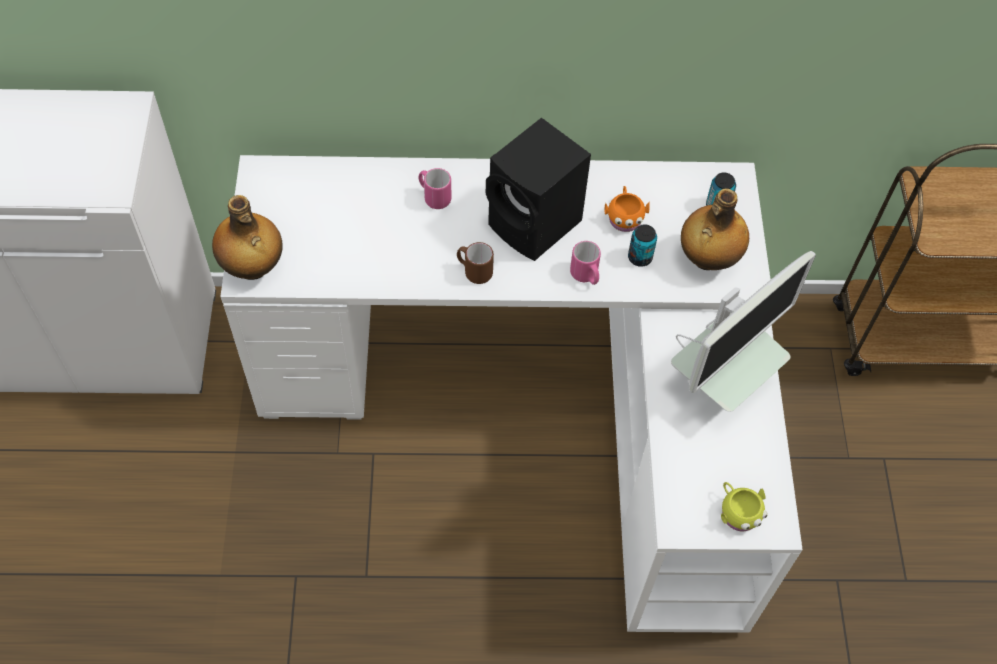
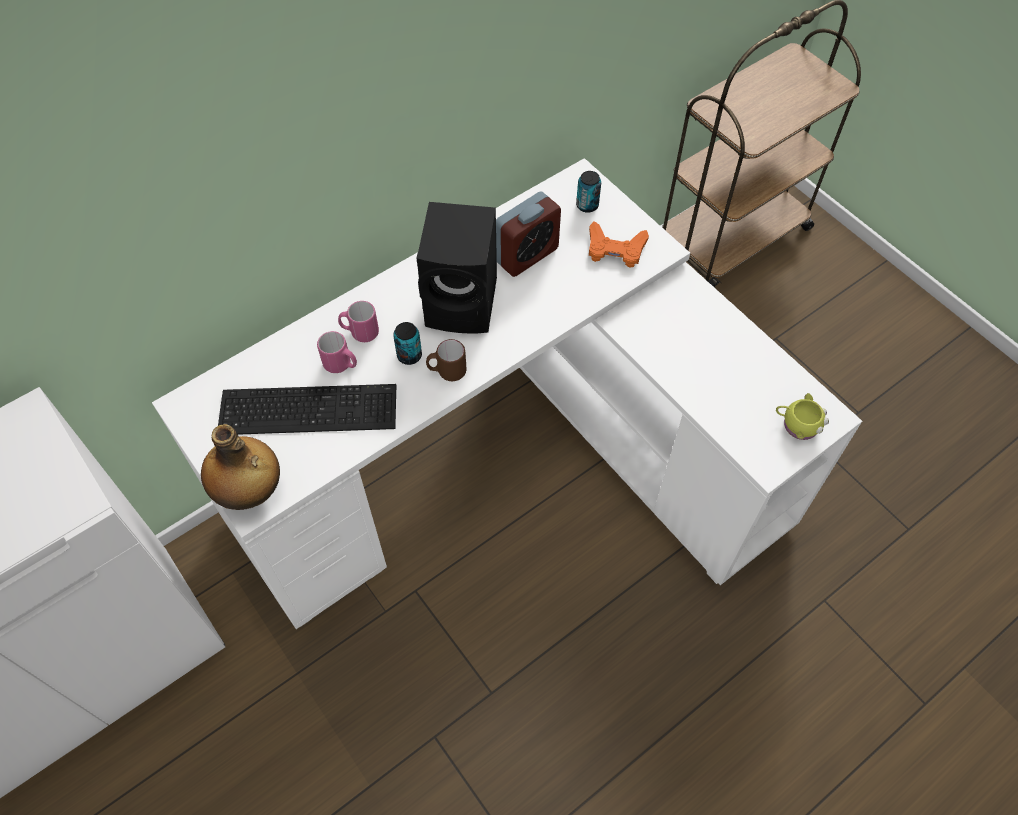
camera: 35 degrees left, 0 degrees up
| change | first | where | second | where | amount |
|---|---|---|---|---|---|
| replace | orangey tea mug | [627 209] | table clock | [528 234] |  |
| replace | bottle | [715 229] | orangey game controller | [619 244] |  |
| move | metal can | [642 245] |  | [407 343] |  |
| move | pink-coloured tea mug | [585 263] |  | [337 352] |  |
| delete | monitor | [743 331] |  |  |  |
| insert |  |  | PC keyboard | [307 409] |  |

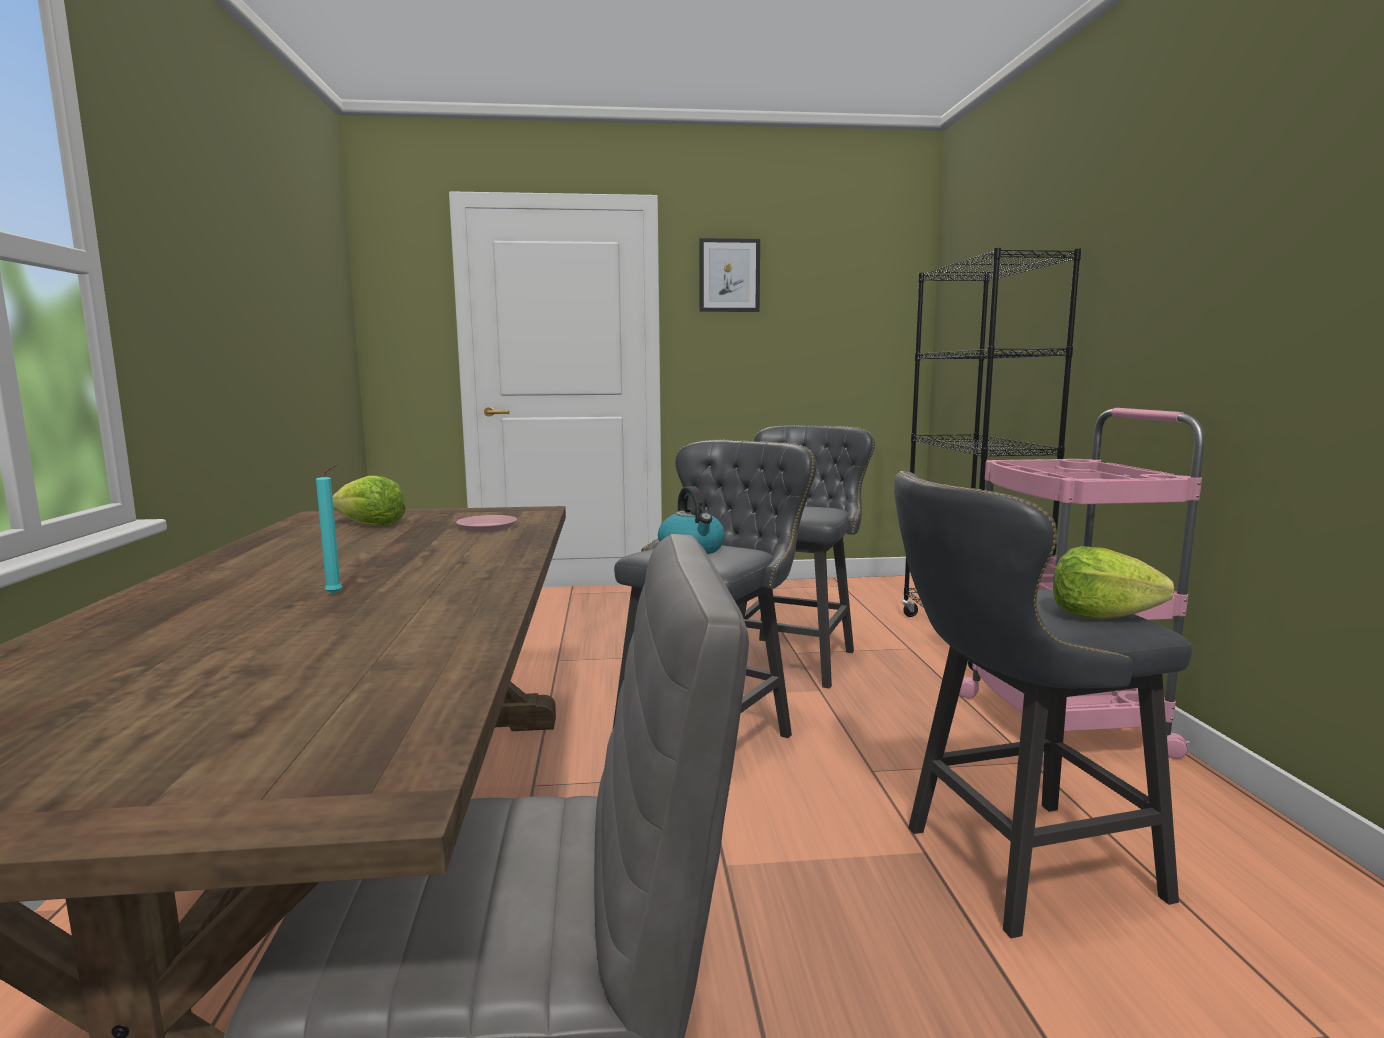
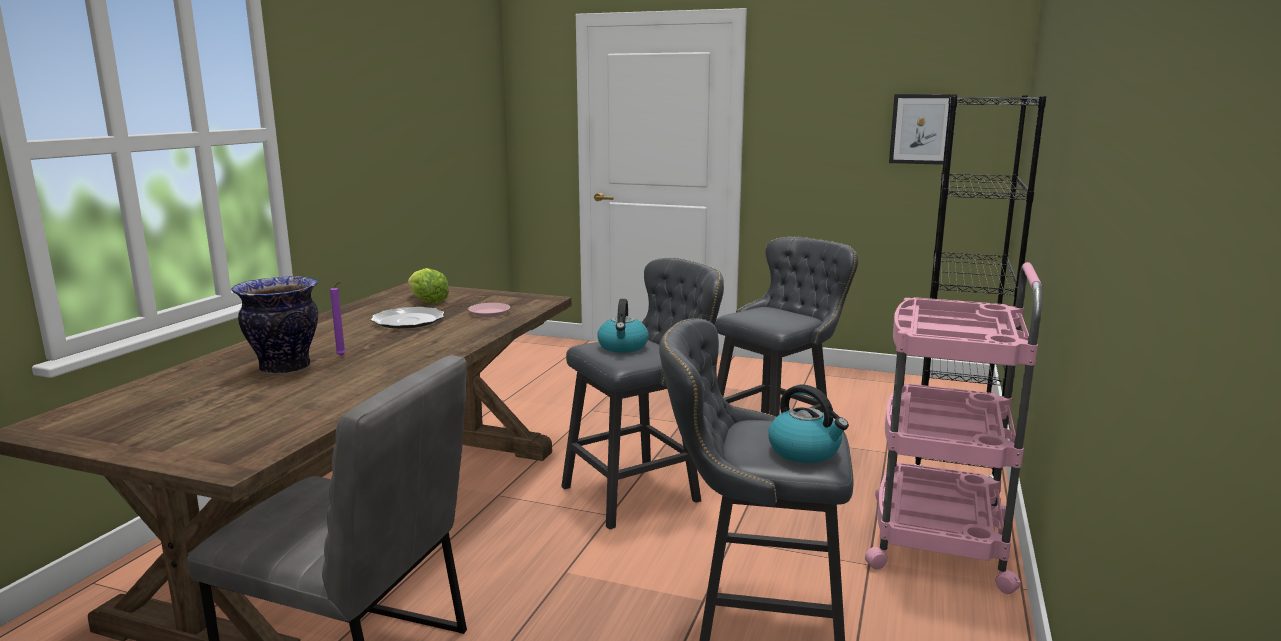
camera: 25 degrees right, 5 degrees up
| change | first | where | second | where | amount |
|---|---|---|---|---|---|
| move | picture | [729 275] |  | [923 129] |  |
| recolor | blue-green wax candle | [329 529] | purple wax candle | [338 318] |  |
| replace | head of lettuce | [1113 582] | water kettle | [808 424] |  |
| insert |  |  | decorative vase | [274 325] |  |
| insert |  |  | plate | [407 318] |  |

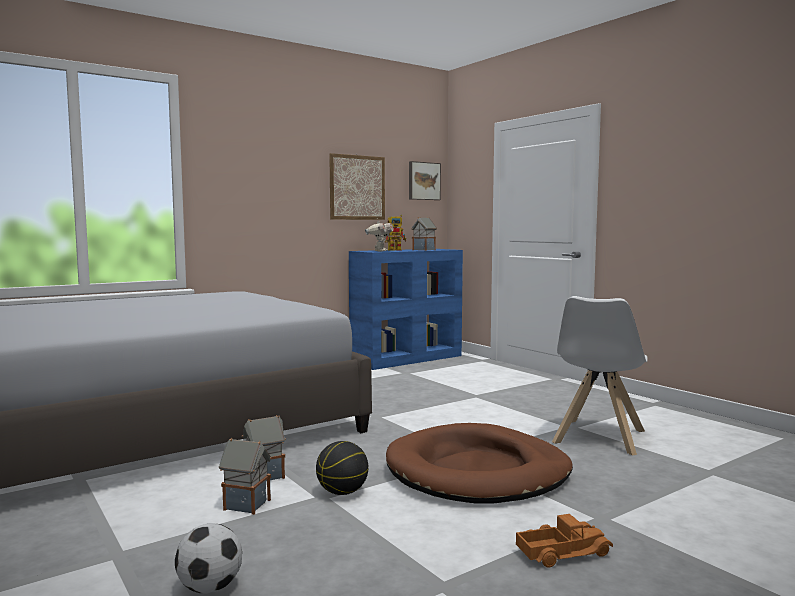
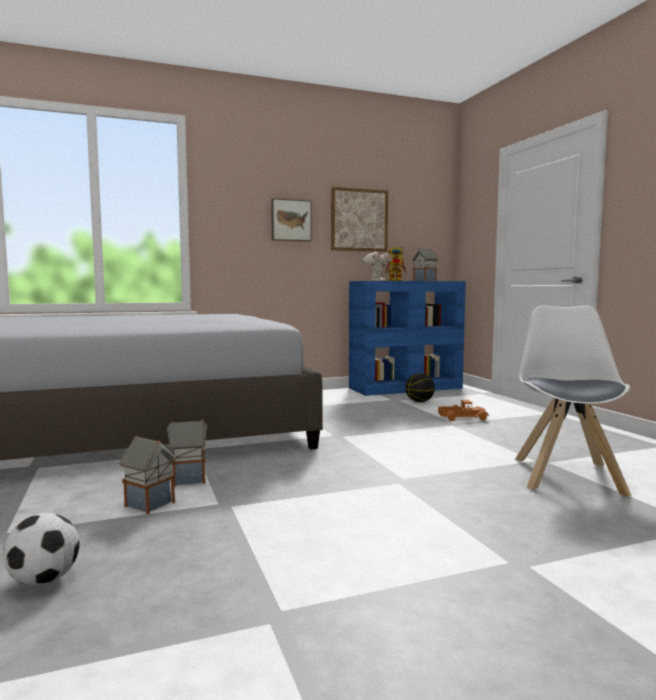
camera: 15 degrees right, 0 degrees up
| change | first | where | second | where | amount |
|---|---|---|---|---|---|
| move | picture | [425 180] |  | [291 219] |  |
| rotate | chair | [600 376] |  | [573 401] | 150 degrees clockwise |
| delete | brown dog bed | [479 463] |  |  |  |
| move | basketball | [342 468] |  | [420 387] |  |
| move | toy lorry | [564 541] |  | [463 410] |  |

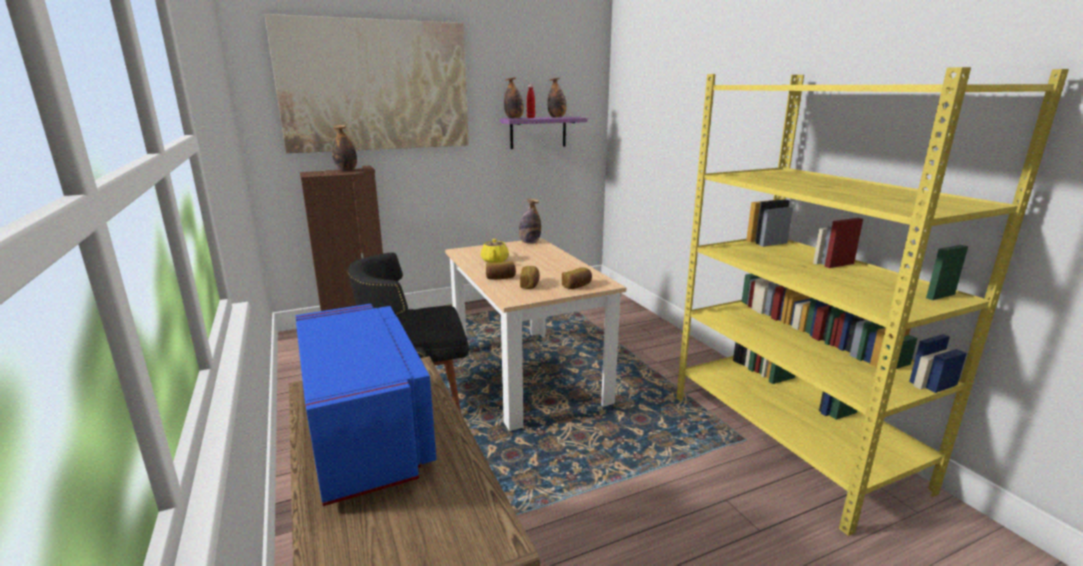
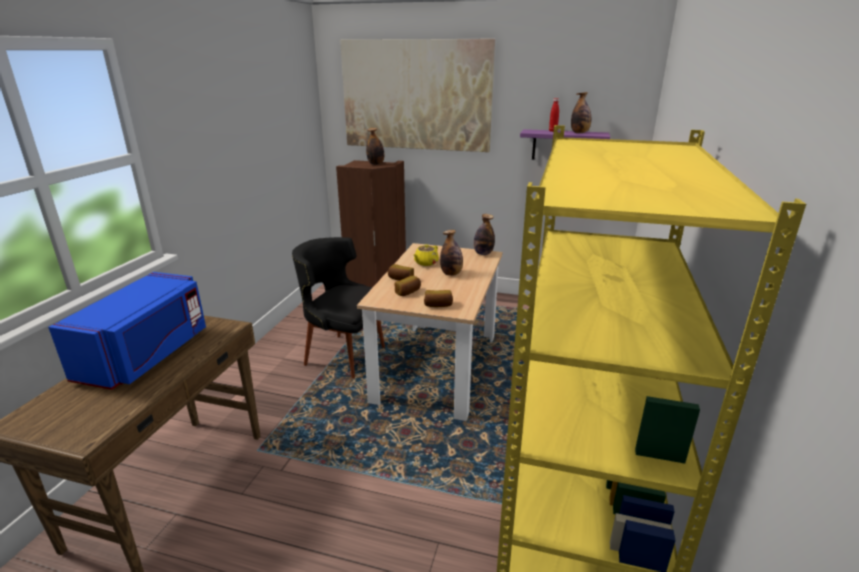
camera: 40 degrees right, 5 degrees up
| change | first | where | second | where | amount |
|---|---|---|---|---|---|
| move | bottle | [514 98] |  | [451 253] |  |

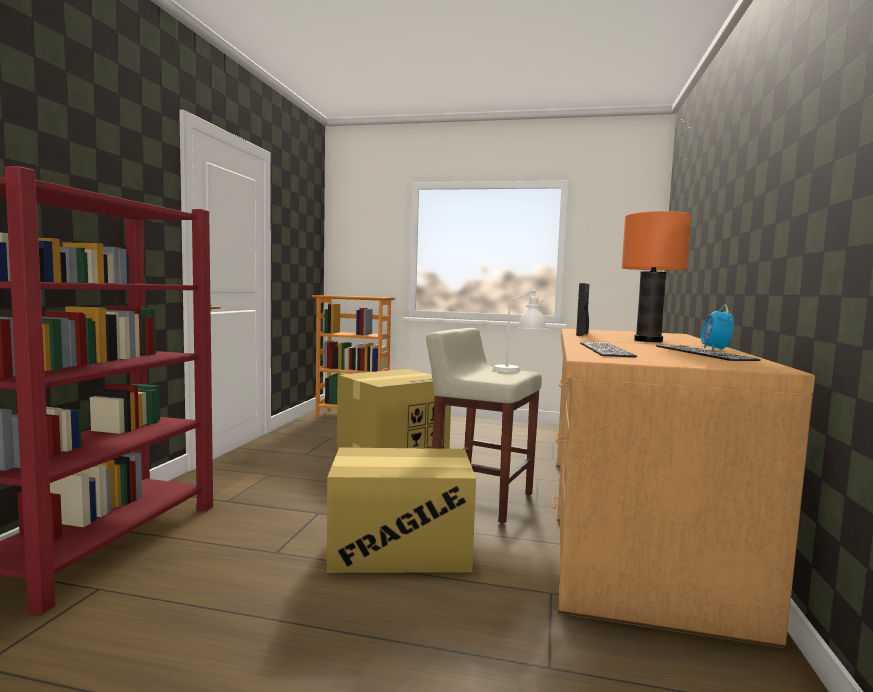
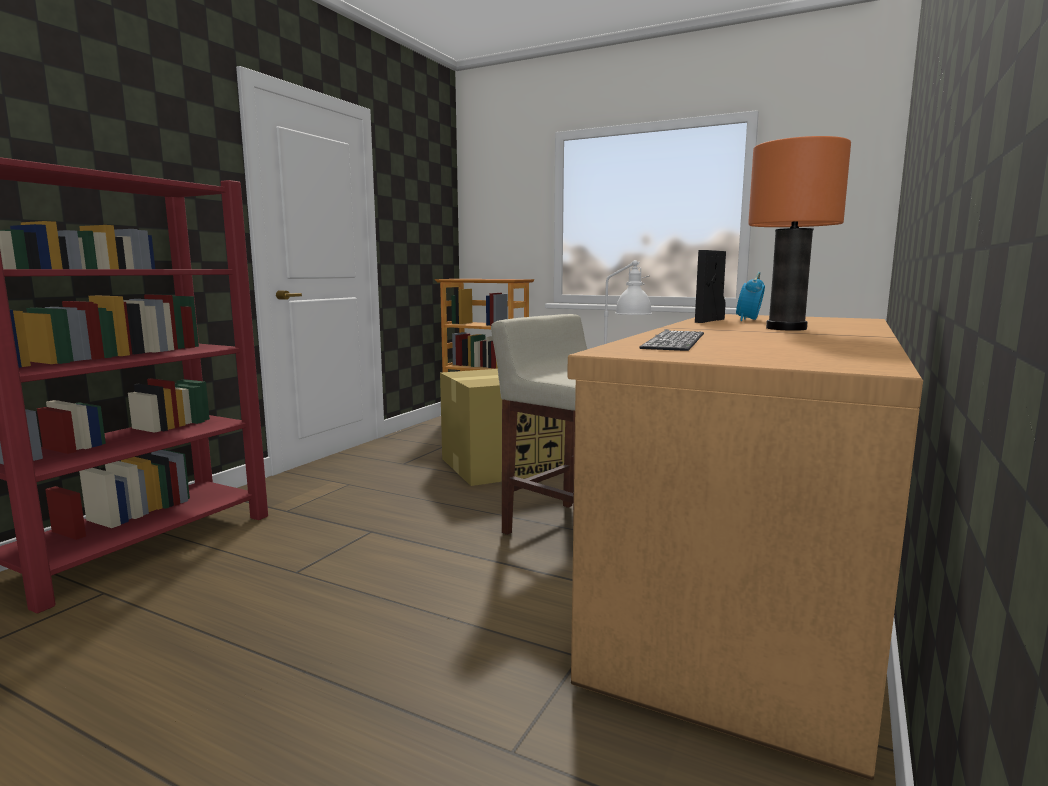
camera: 15 degrees right, 5 degrees up
| change | first | where | second | where | amount |
|---|---|---|---|---|---|
| move | table clock | [717 328] |  | [750 296] |  |
| delete | PC keyboard | [708 352] |  |  |  |
| delete | carton | [401 510] |  |  |  |

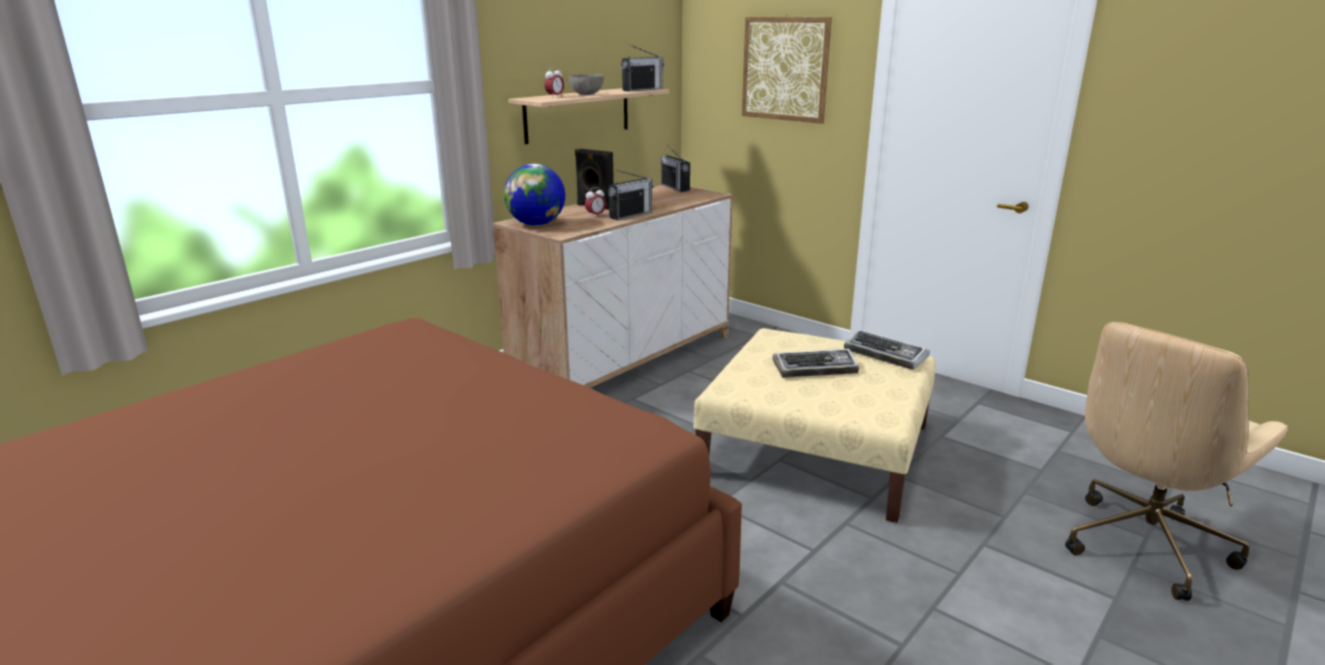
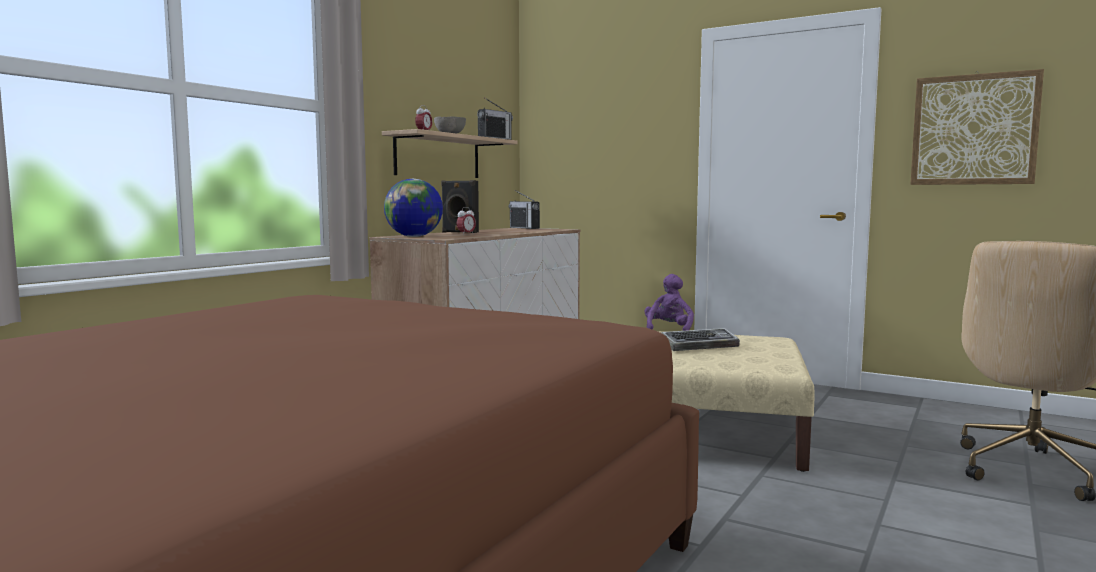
camera: 10 degrees left, 15 degrees down
| change | first | where | second | where | amount |
|---|---|---|---|---|---|
| move | picture | [787 69] |  | [977 127] |  |
| delete | radio | [631 195] |  |  |  |
| delete | PC keyboard | [887 349] |  |  |  |
| insert |  |  | purple soft toy | [669 302] |  |

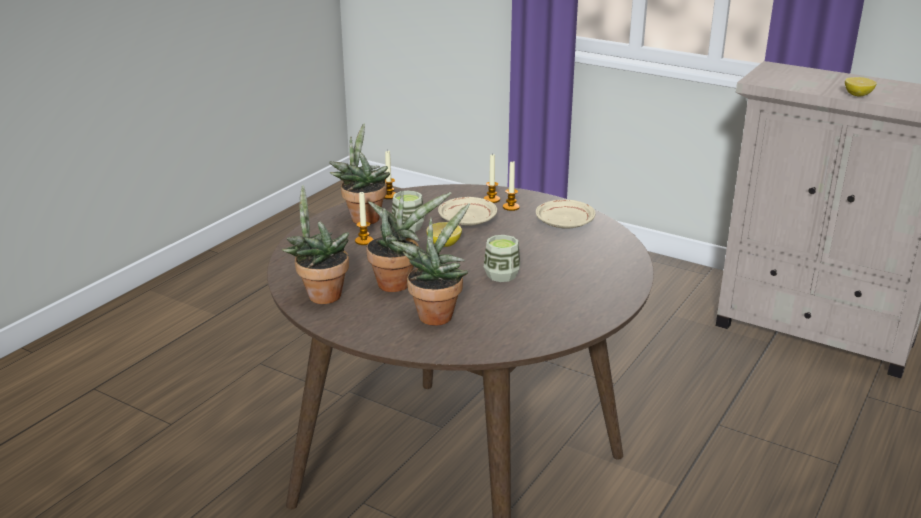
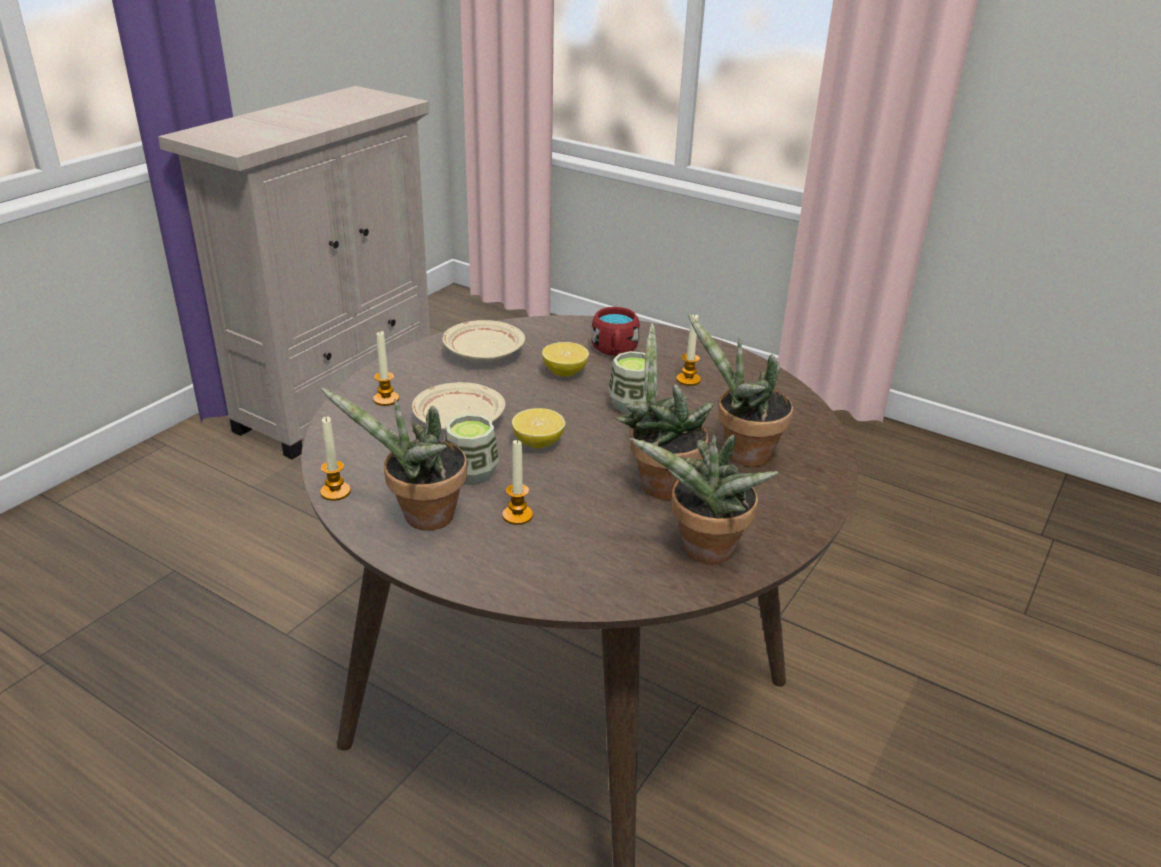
camera: 90 degrees left, 5 degrees up
| change | first | where | second | where | amount |
|---|---|---|---|---|---|
| move | whole lemon | [861 87] |  | [565 359] |  |
| move | wax candle | [511 185] |  | [688 350] |  |
| insert |  |  | red-coloured tea mug | [615 331] |  |

